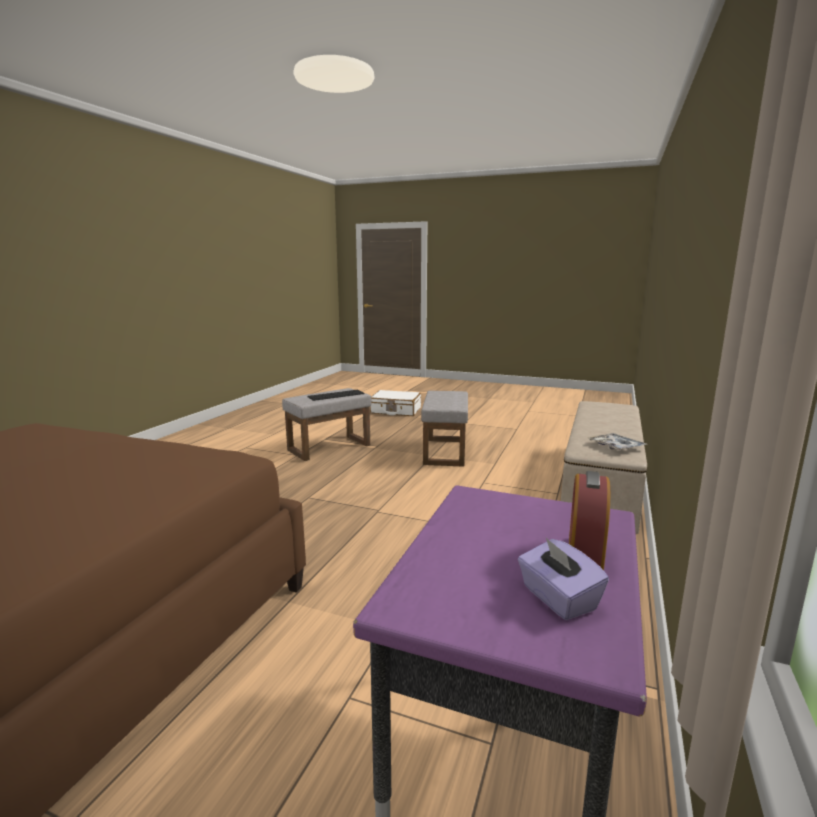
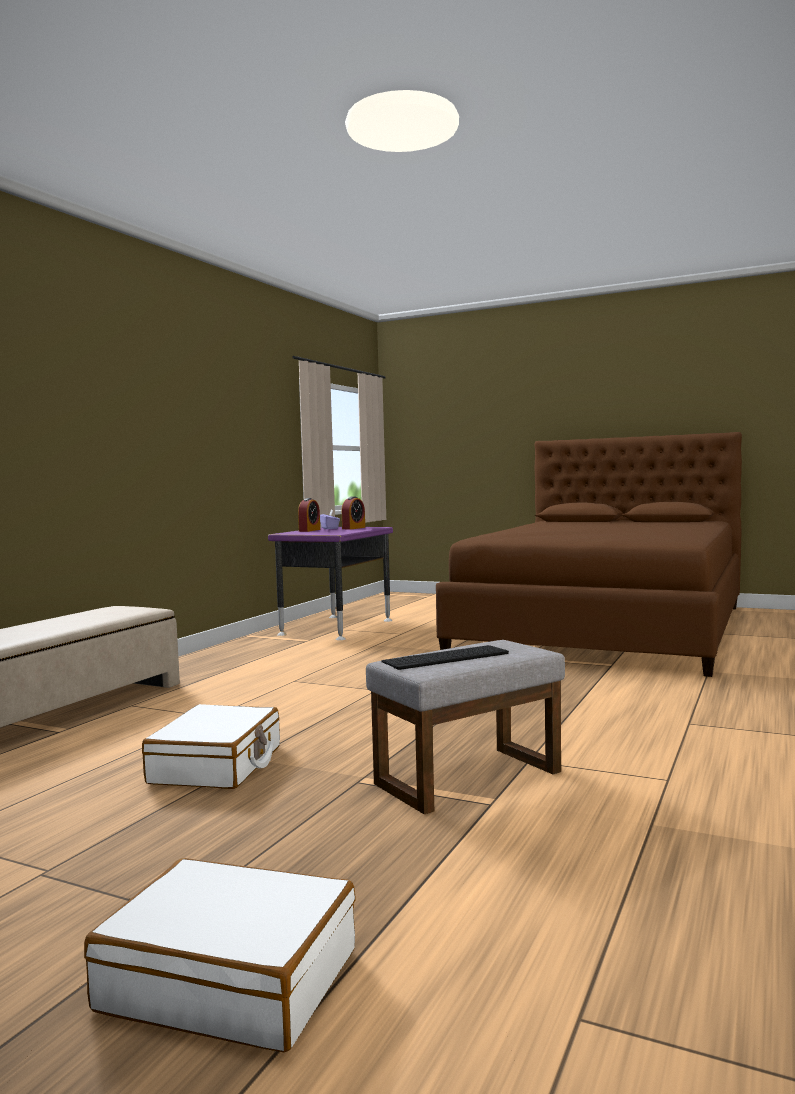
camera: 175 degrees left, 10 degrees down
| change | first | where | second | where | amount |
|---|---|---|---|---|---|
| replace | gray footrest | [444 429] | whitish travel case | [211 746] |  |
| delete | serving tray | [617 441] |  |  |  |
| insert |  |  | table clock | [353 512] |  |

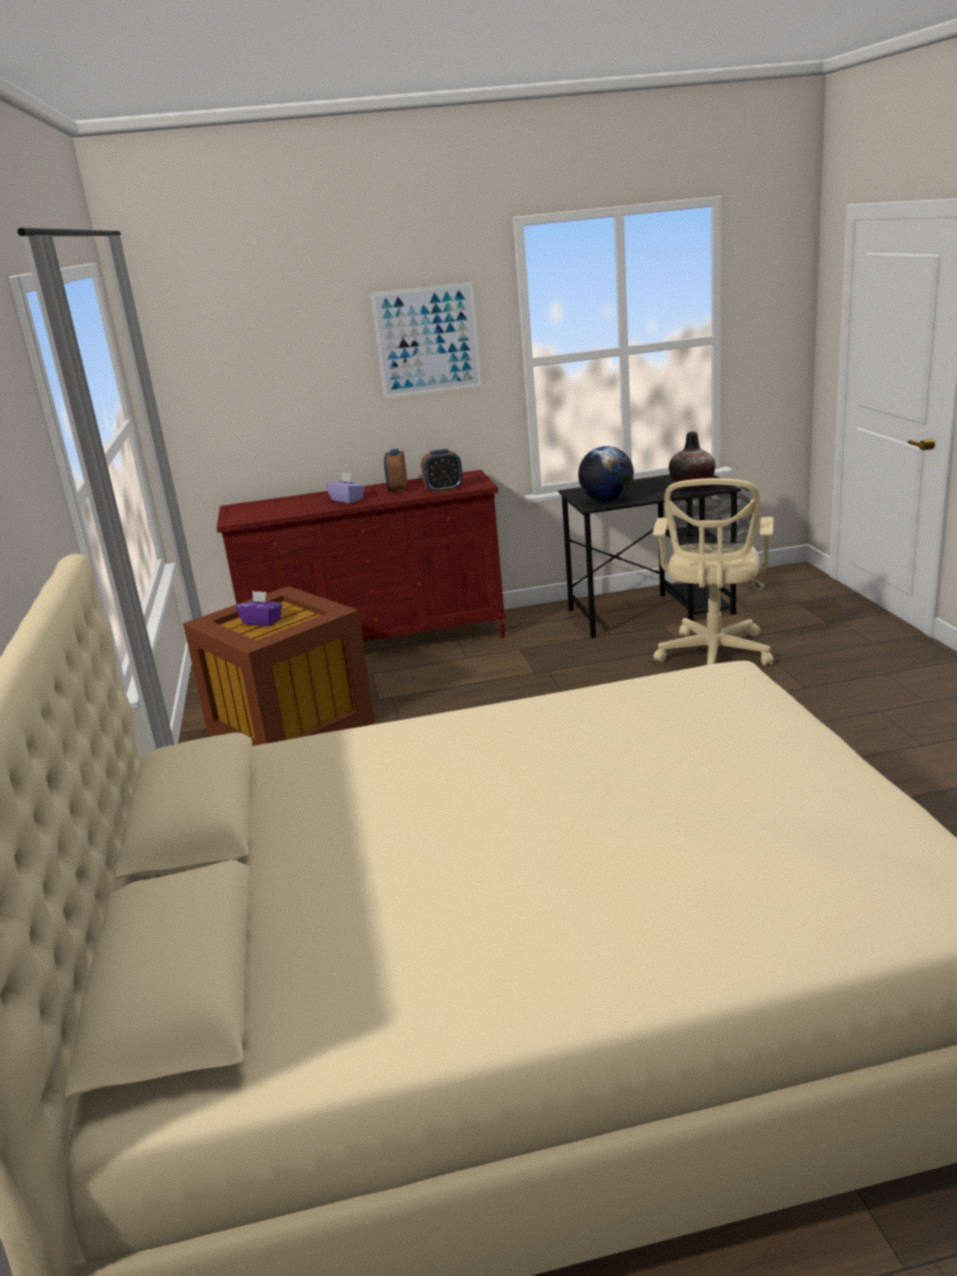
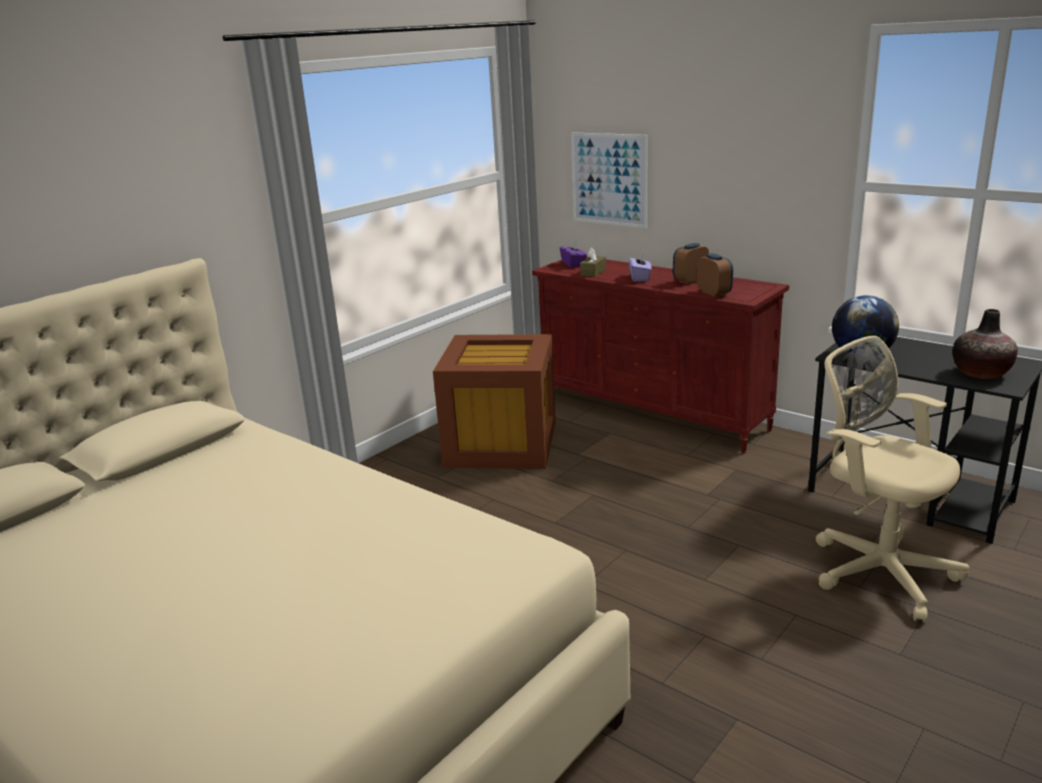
camera: 50 degrees right, 0 degrees up
| change | first | where | second | where | amount |
|---|---|---|---|---|---|
| move | picture | [426 340] |  | [609 180] |  |
| rotate | table clock | [442 471] |  | [715 275] | 150 degrees counterclockwise |
| rotate | beige-coloured computer chair | [713 572] |  | [892 479] | 75 degrees clockwise |
| move | purple tissue holder | [259 608] |  | [573 254] |  |
| insert |  |  | brown tissue holder | [593 262] |  |

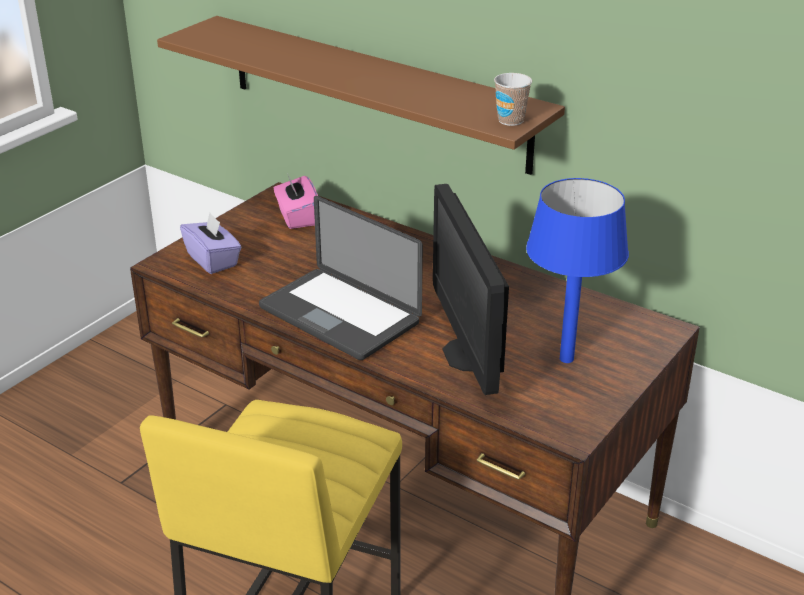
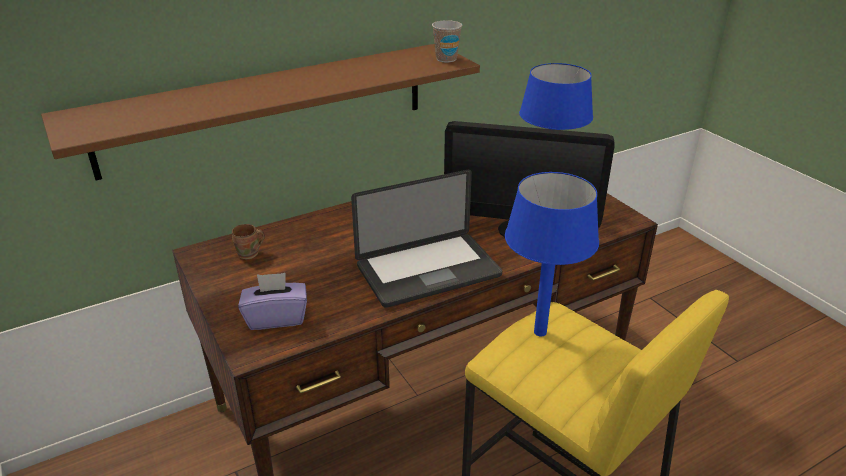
camera: 65 degrees left, 0 degrees up
| change | first | where | second | where | amount |
|---|---|---|---|---|---|
| replace | pink-coloured tissue holder | [296 202] | brown tea mug | [248 241] |  |
| insert |  |  | blue-coloured tabletop lamp | [552 254] |  |

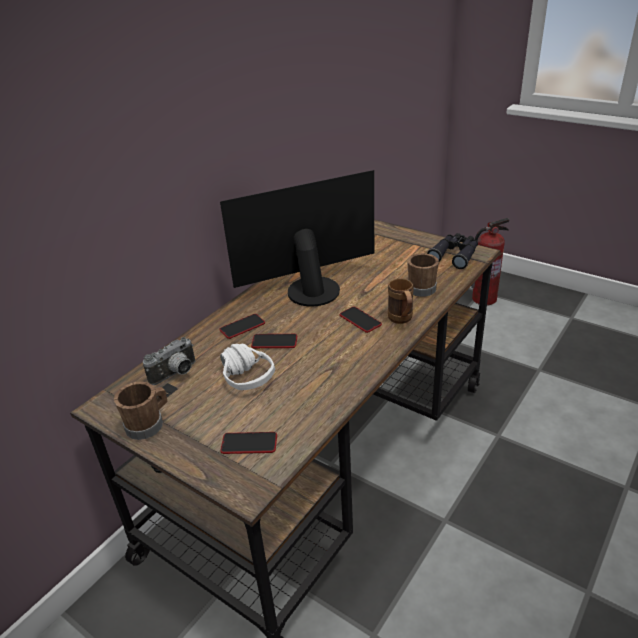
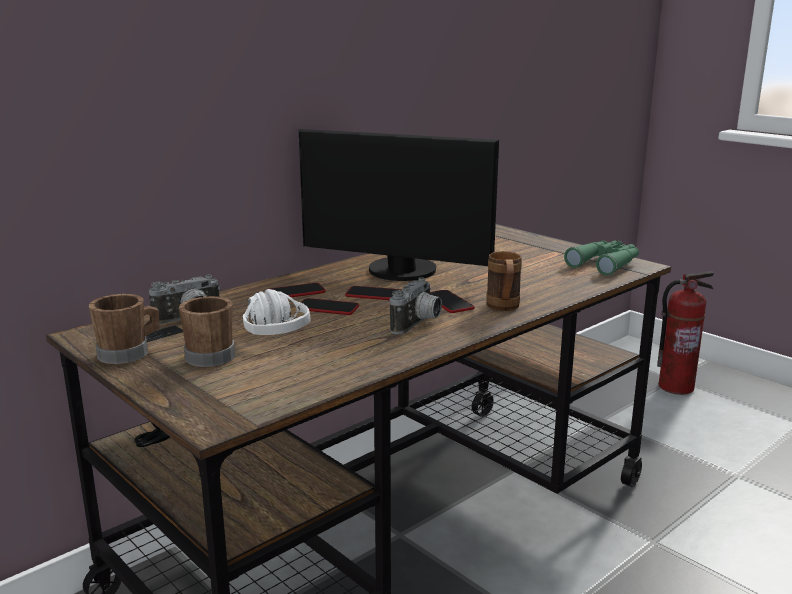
camera: 10 degrees right, 15 degrees down
| change | first | where | second | where | amount |
|---|---|---|---|---|---|
| rotate | monitor | [297 238] |  | [399 205] | 150 degrees counterclockwise |
| recolor | black pair of binoculars | [452 251] | green pair of binoculars | [601 258] |  |
| move | brown tea mug | [423 275] |  | [207 332] |  |
| move | telephone | [248 443] |  | [374 293] |  |
| insert |  |  | still camera | [416 305] |  |

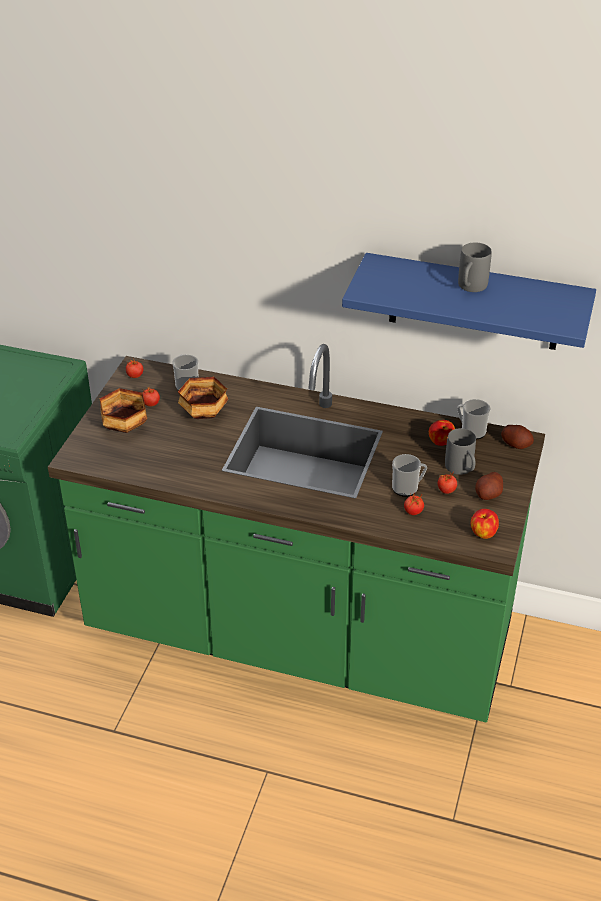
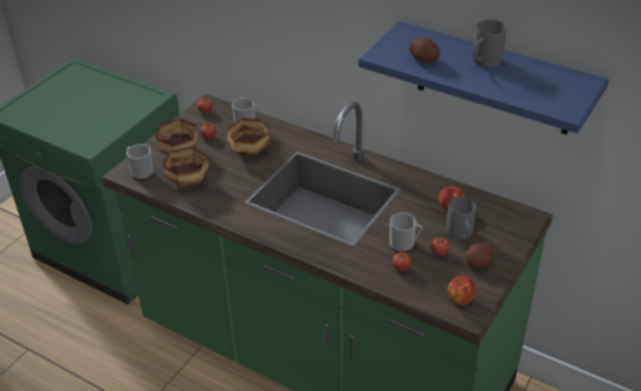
camera: 15 degrees right, 0 degrees up
| change | first | where | second | where | amount |
|---|---|---|---|---|---|
| move | tea mug | [473 419] |  | [140 162] |  |
| move | whole potato | [517 437] |  | [424 50] |  |
| insert |  |  | deep dish | [185 166] |  |

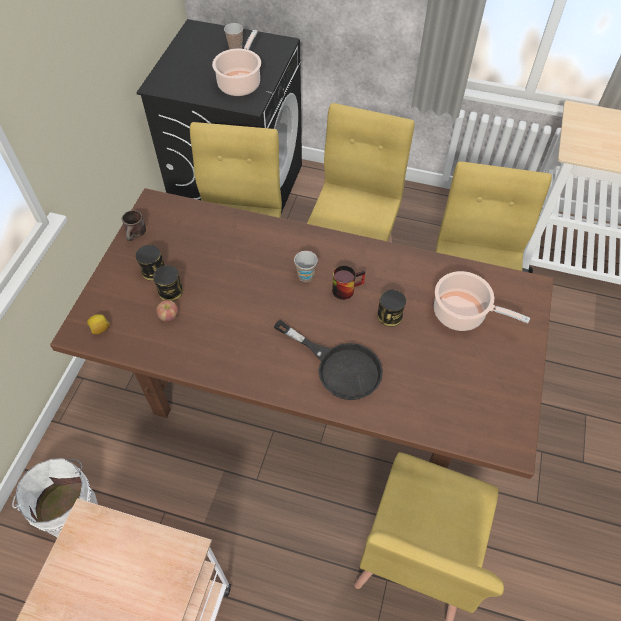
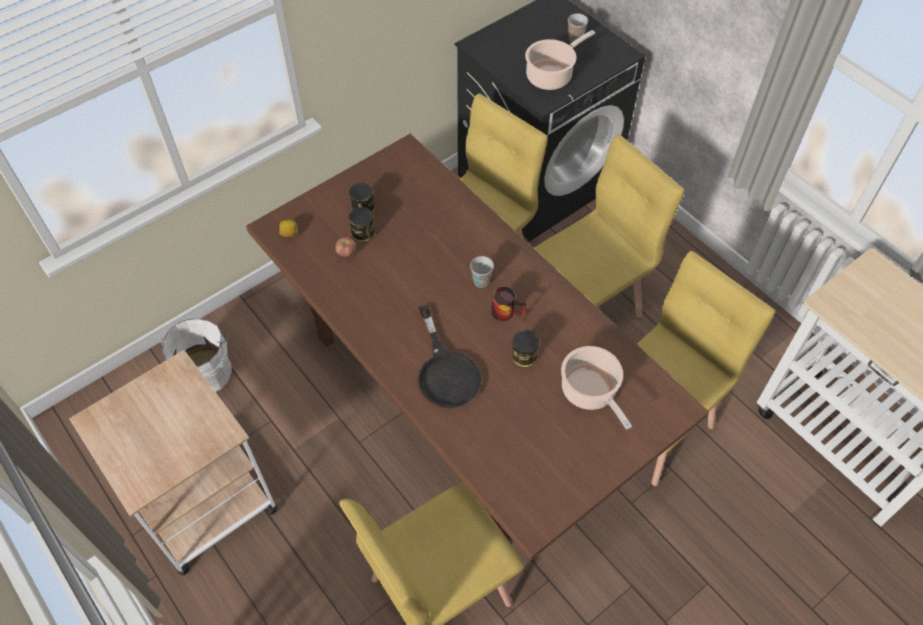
camera: 35 degrees right, 0 degrees up
| change | first | where | second | where | amount |
|---|---|---|---|---|---|
| delete | brown tea mug | [134 225] |  |  |  |

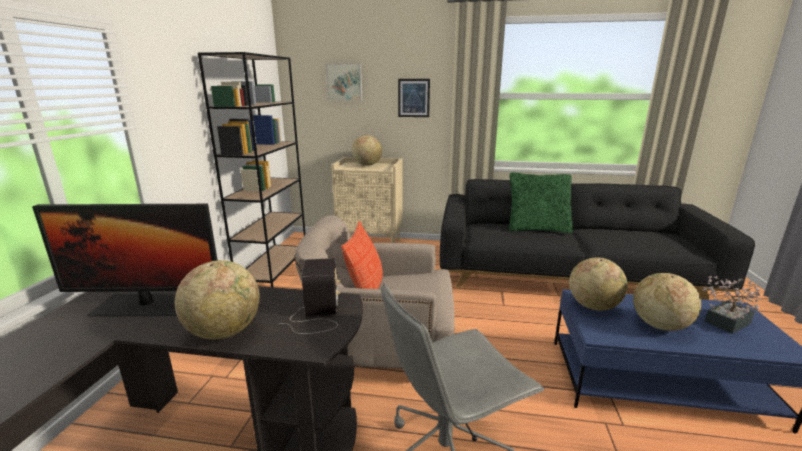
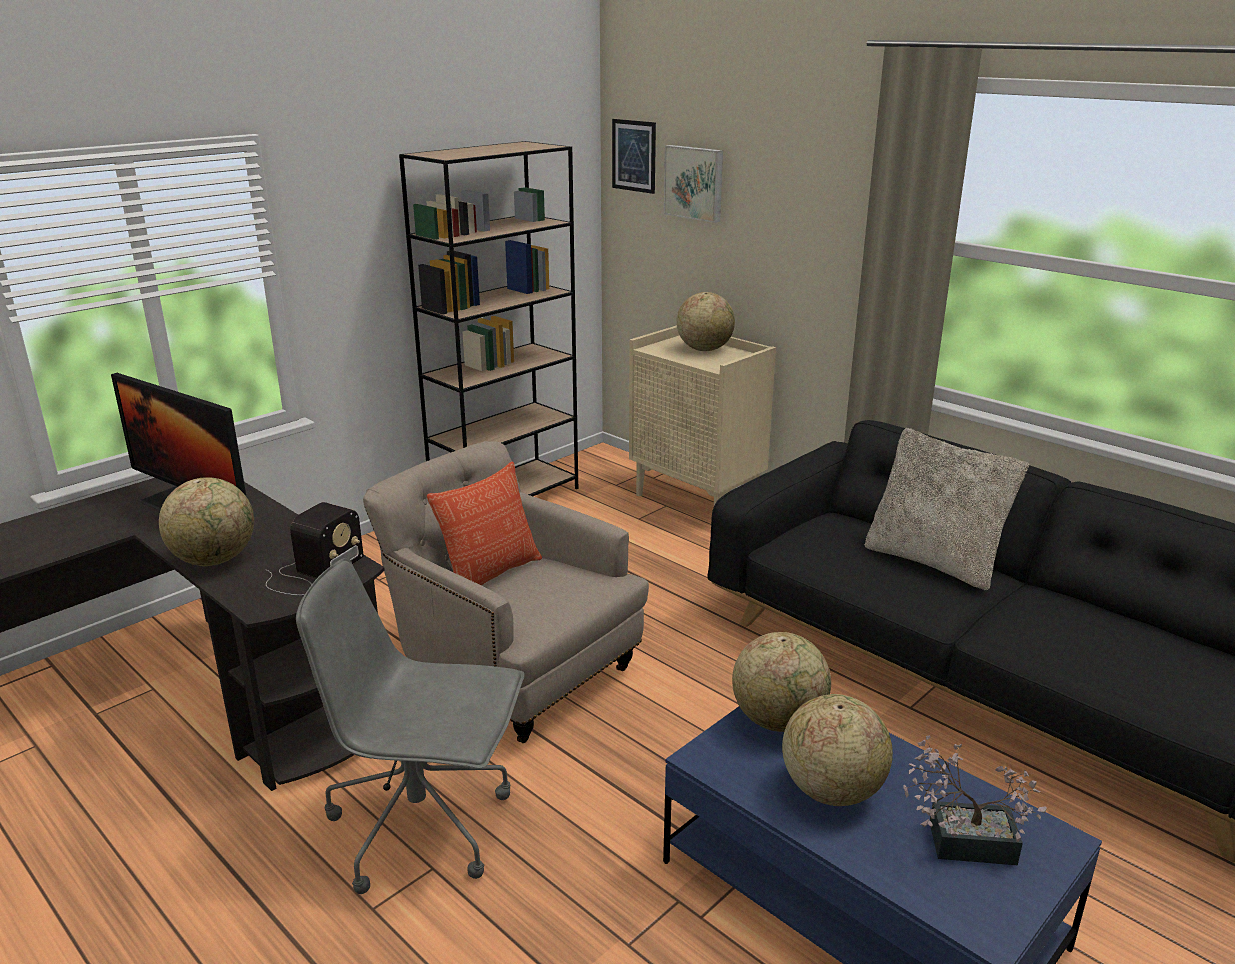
camera: 35 degrees right, 5 degrees up
| change | first | where | second | where | amount |
|---|---|---|---|---|---|
| move | picture | [414 98] |  | [634 156] |  |
| recolor | green cushion | [541 202] | beige-coloured cushion | [946 509] |  |

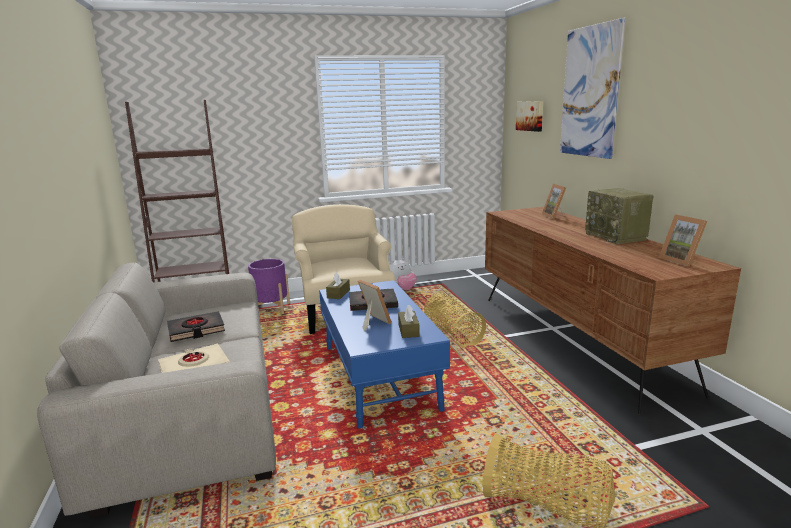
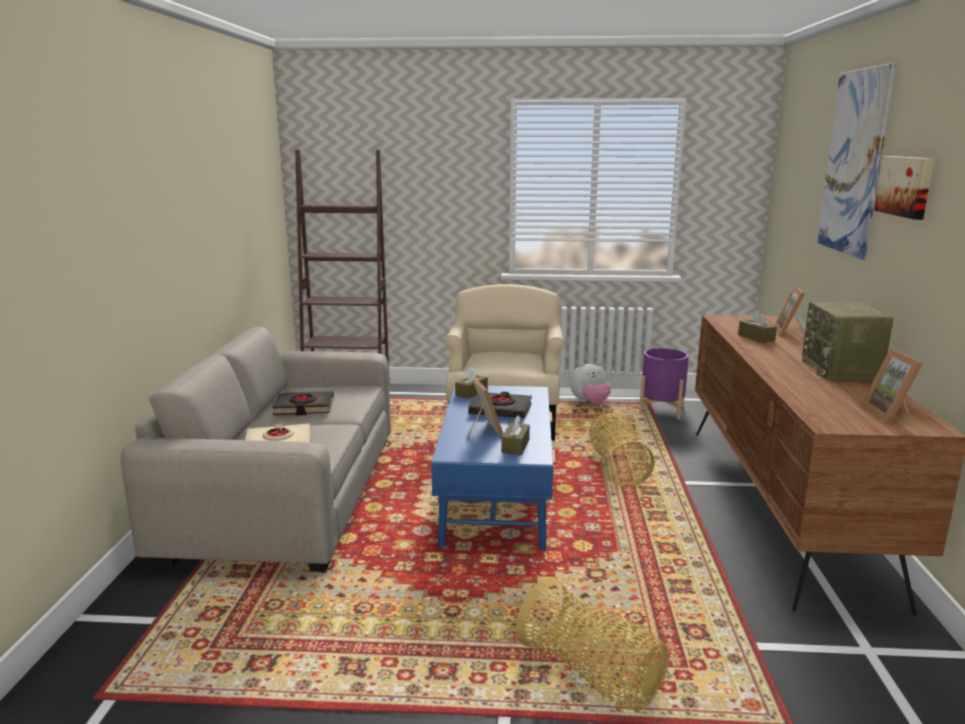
camera: 20 degrees right, 0 degrees up
| change | first | where | second | where | amount |
|---|---|---|---|---|---|
| move | picture | [529 116] |  | [904 188] |  |
| move | purple planter | [269 286] |  | [664 383] |  |
| insert |  |  | brown tissue holder | [757 326] |  |

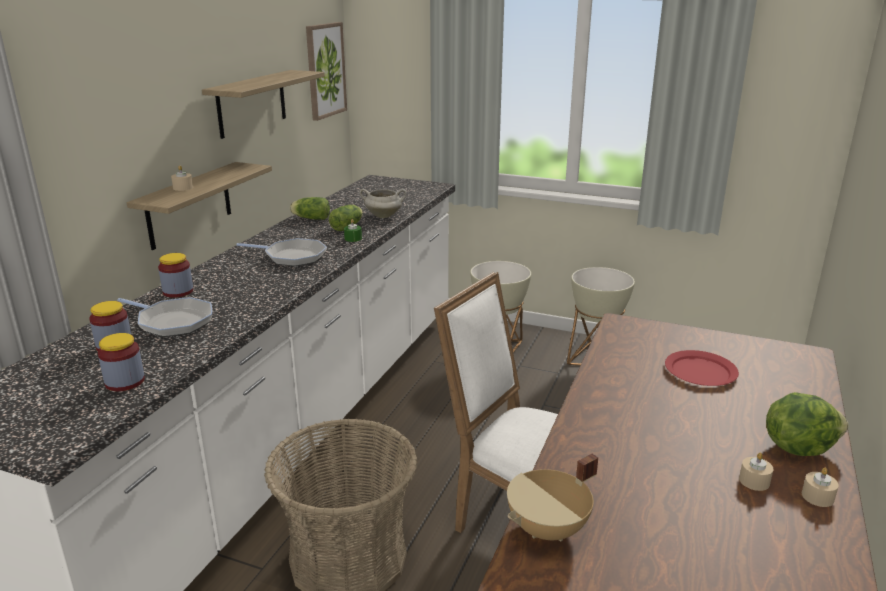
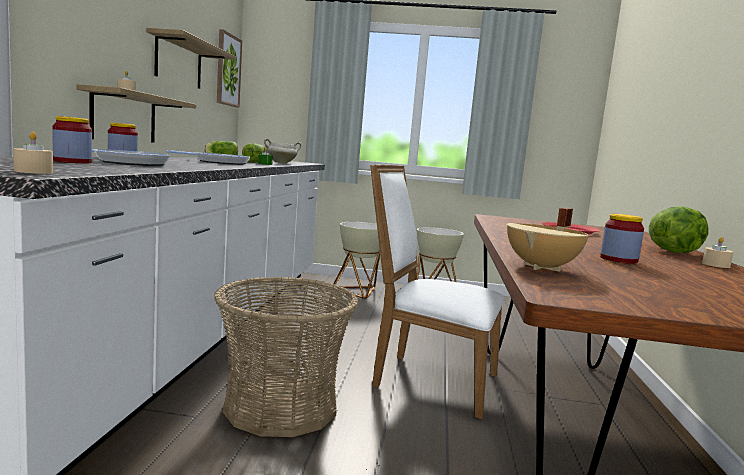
camera: 15 degrees left, 15 degrees down
| change | first | where | second | where | amount |
|---|---|---|---|---|---|
| move | preserve jar | [121 362] |  | [622 239] |  |
| move | beige-coloured wax candle | [756 471] |  | [33 153] |  |

